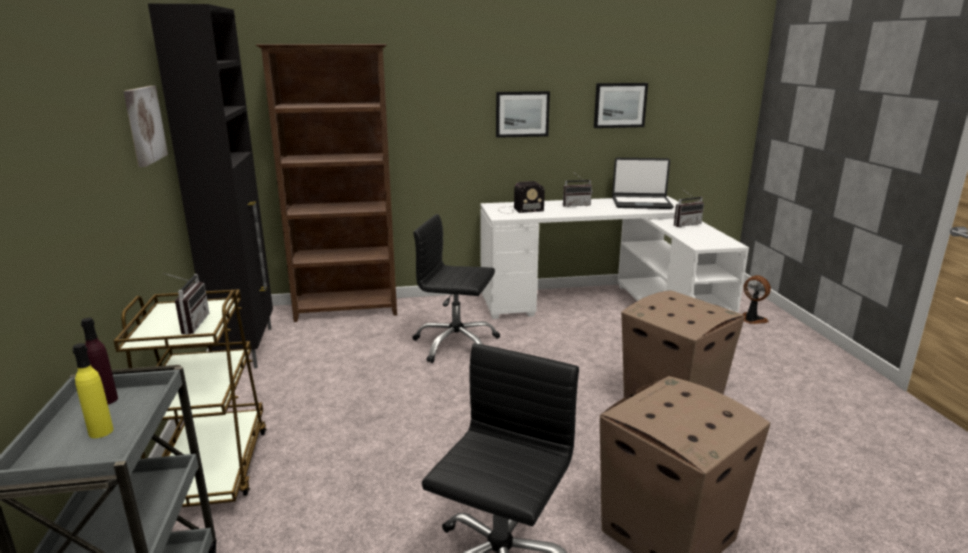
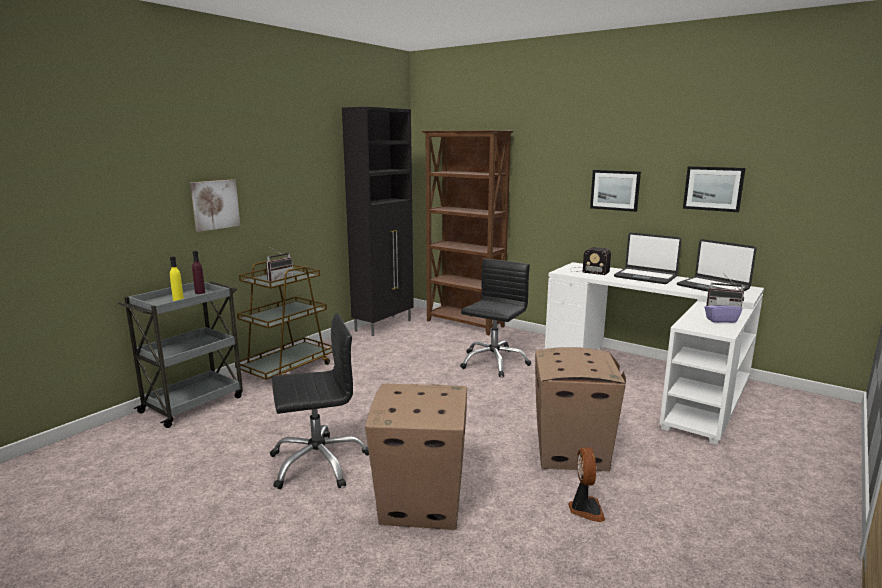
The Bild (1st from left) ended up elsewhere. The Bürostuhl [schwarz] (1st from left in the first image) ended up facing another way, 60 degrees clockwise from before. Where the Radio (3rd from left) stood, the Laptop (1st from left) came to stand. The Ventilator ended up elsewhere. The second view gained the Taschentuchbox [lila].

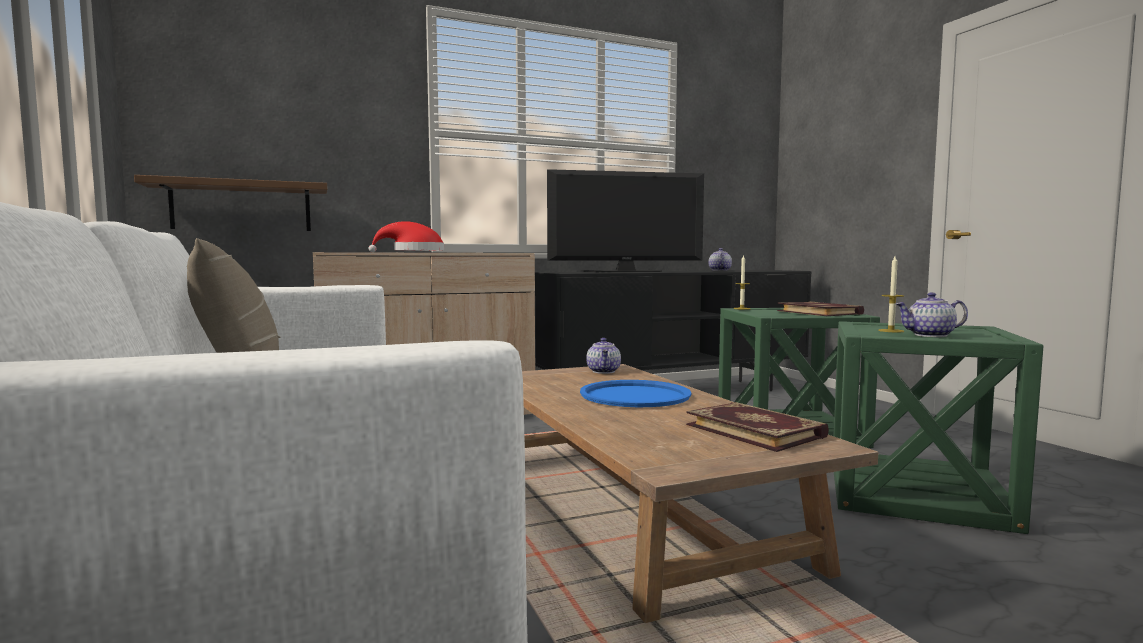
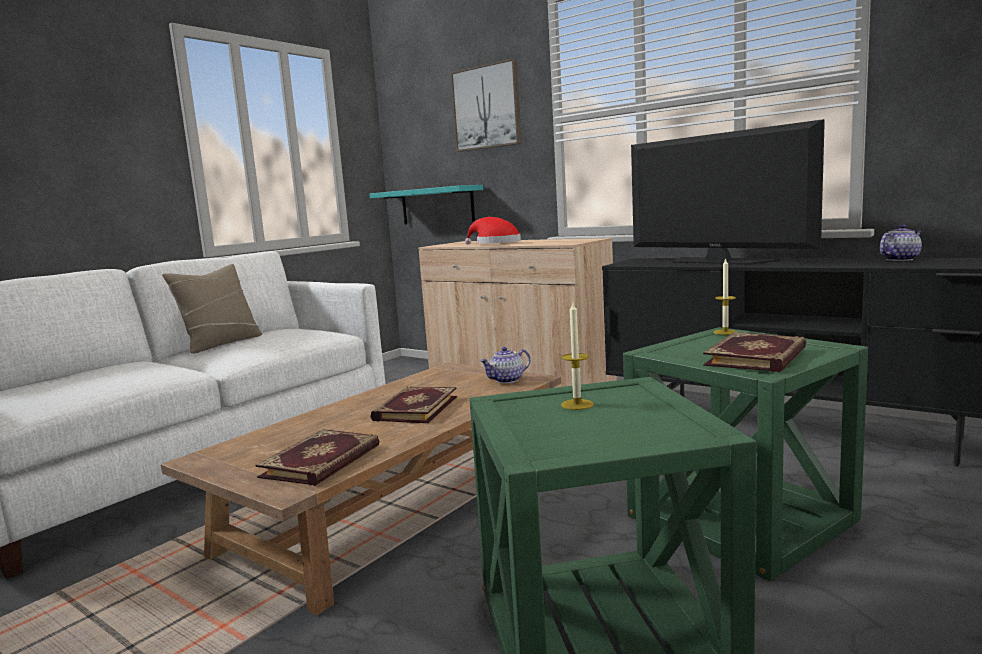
What was the Wandregal [braun] turned into the Wandregal [türkis]. Where the Tablett [blau] stood, the Buch (2nd from left) came to stand. The second view lost the Teekanne (3rd from left). The second view gained the Bild.

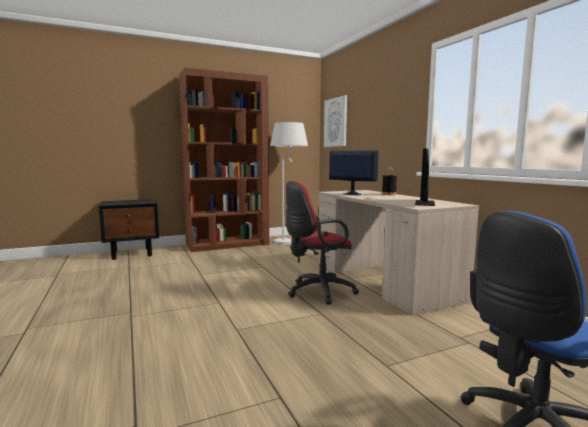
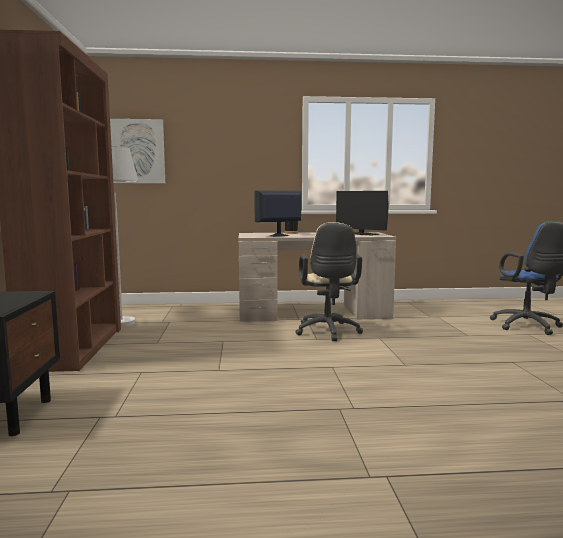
What was the Bürostuhl [rot] turned into the Bürostuhl [beige].

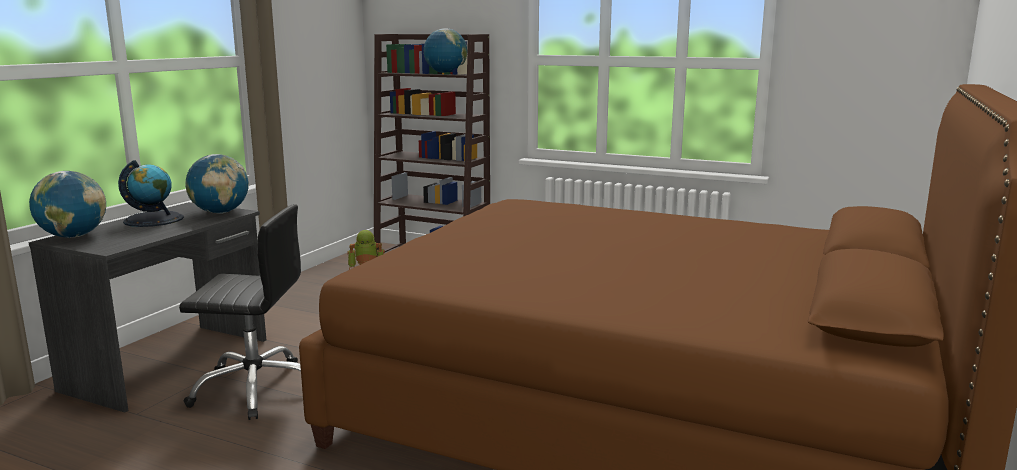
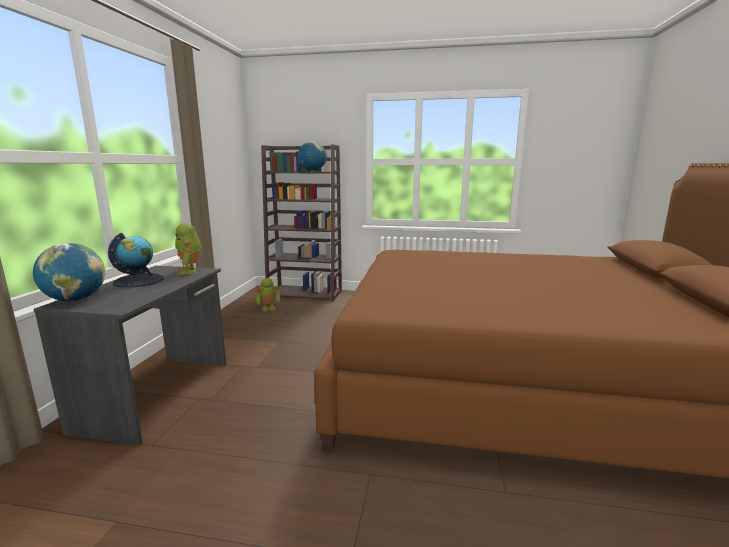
The second view lost the Bürostuhl [schwarz]. Where the Globus (3rd from left) stood, the Spielzeugroboter (1st from left) came to stand.

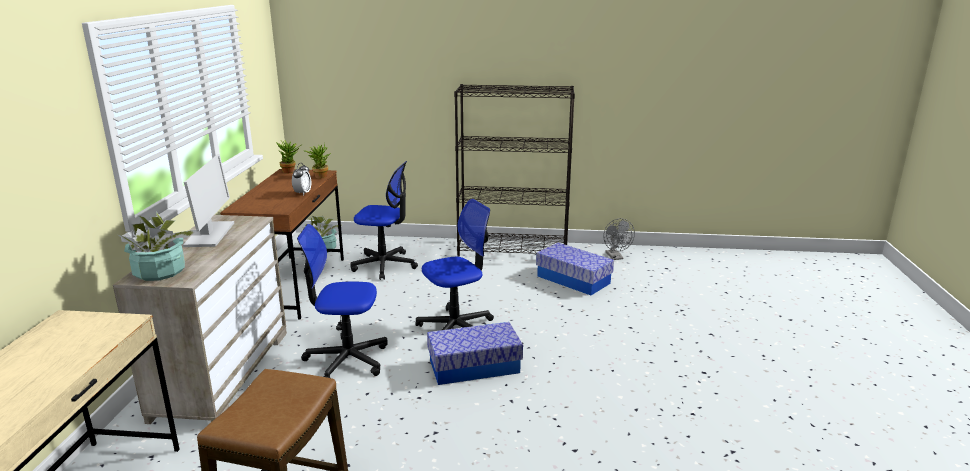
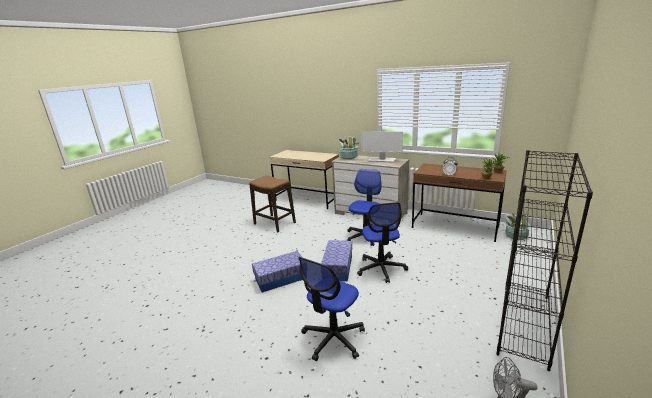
The Bürostuhl (2nd from left in the first image) ended up elsewhere. The Aufbewahrungsbox (2nd from left in the first image) ended up elsewhere.

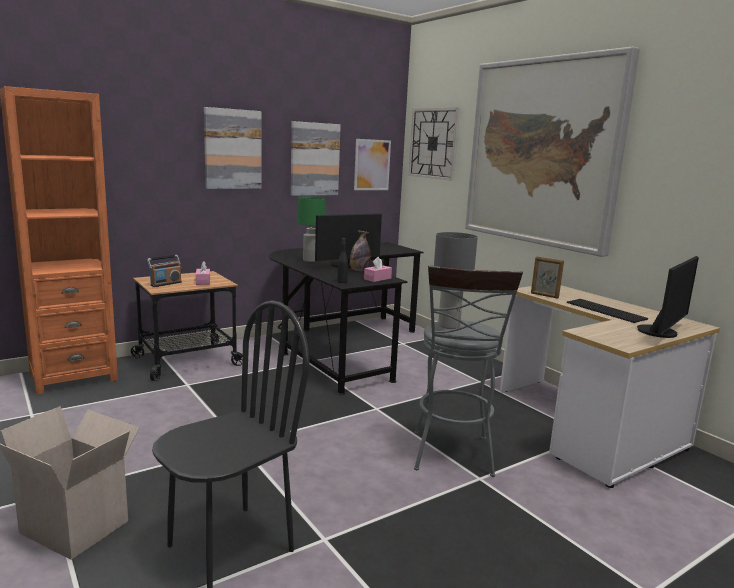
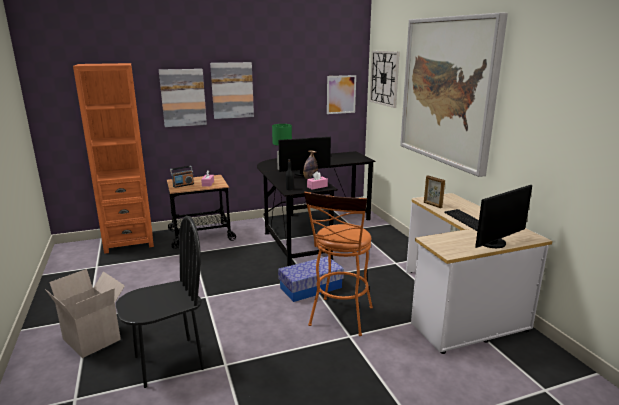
The Bild (2nd from left in the first image) ended up elsewhere. What was the Hocker [grau] turned into the Hocker [orange]. The second view lost the Tischlampe [grau]. The second view gained the Aufbewahrungsbox.

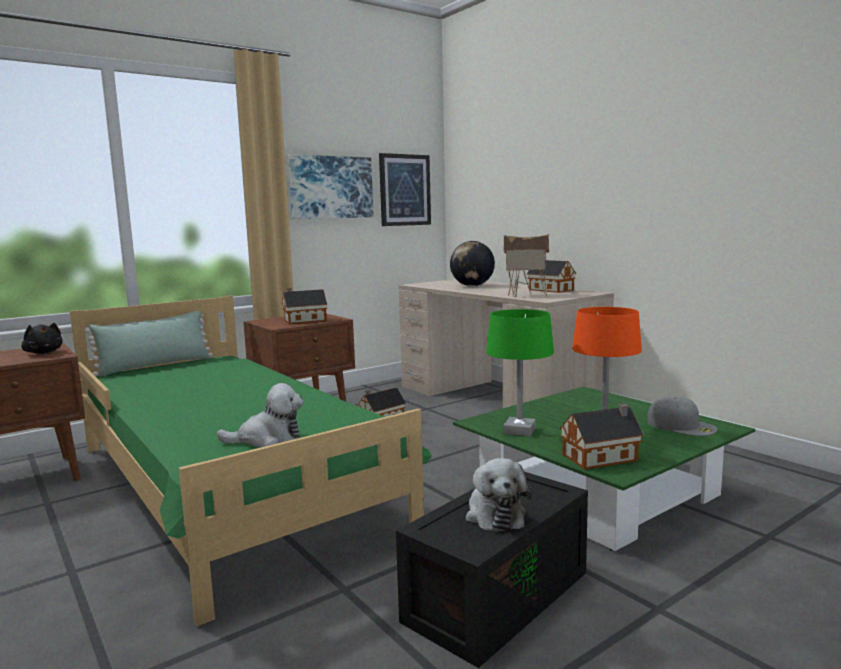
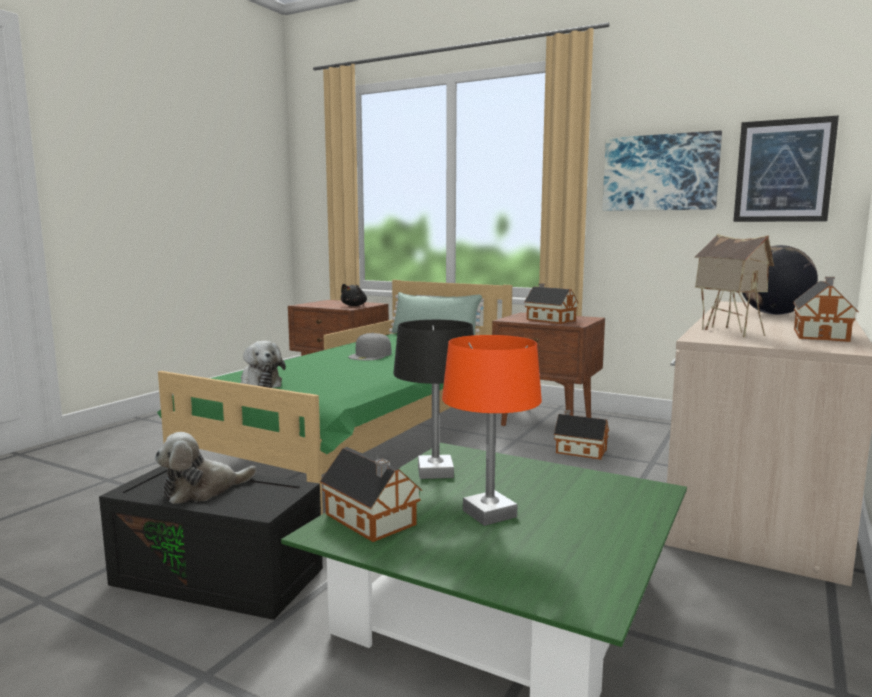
What was the Tischlampe [grün] turned into the Tischlampe [schwarz]. The Kappe [grau] ended up elsewhere.

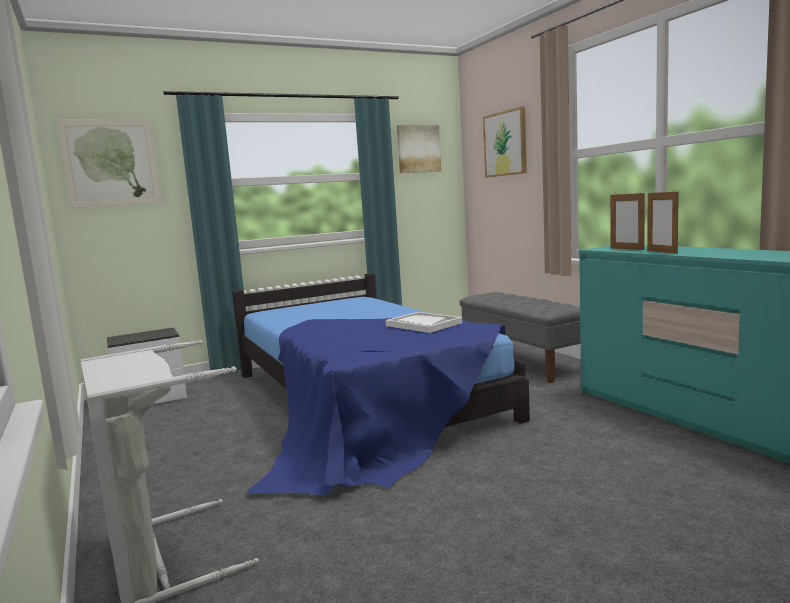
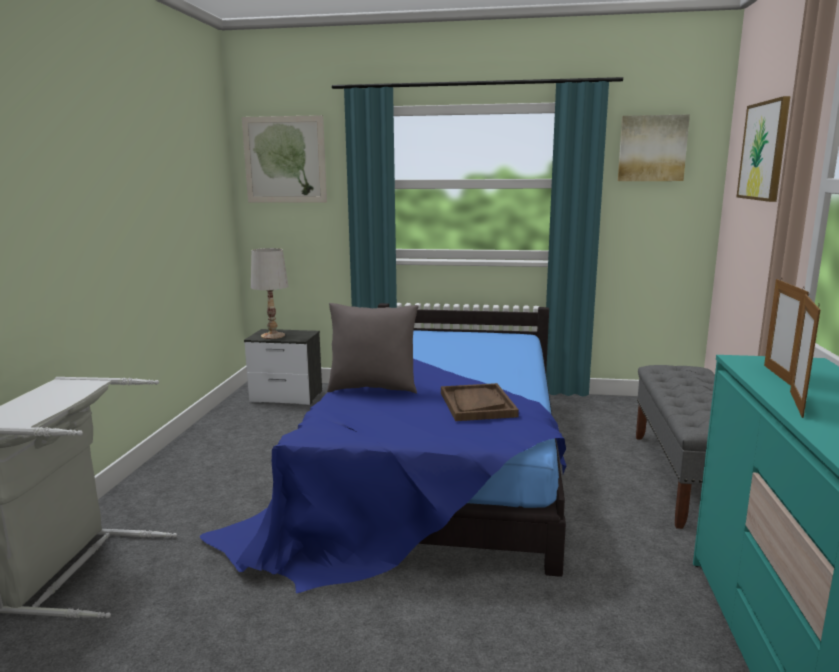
What was the Tablett [weiß] turned into the Tablett [braun]. The second view gained the Tischlampe [weiß]. The second view gained the Kissen [grau].

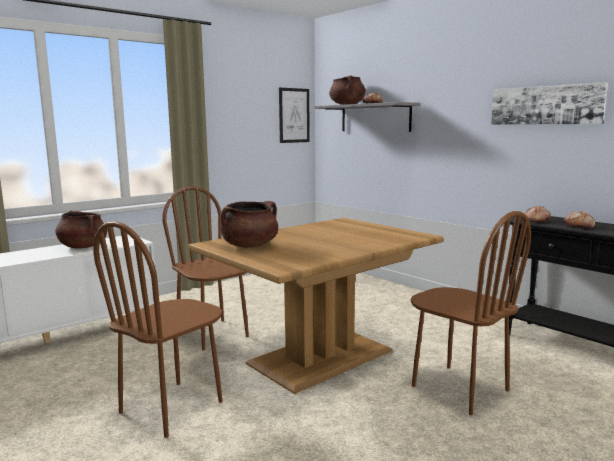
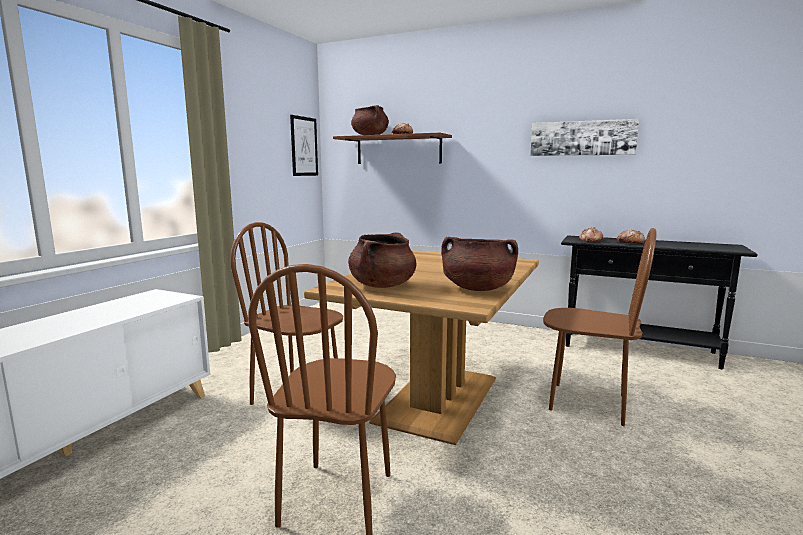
The Kochtopf [braun] (1st from left in the first image) ended up elsewhere. What was the Wandregal [grau] turned into the Wandregal [braun].

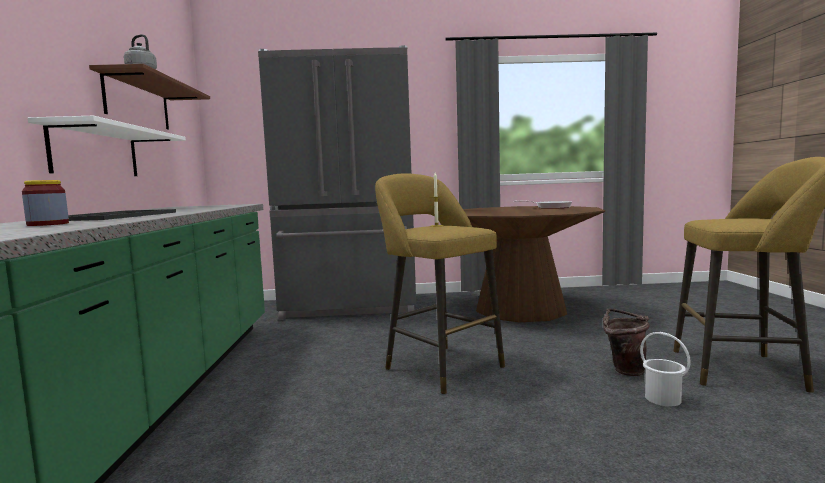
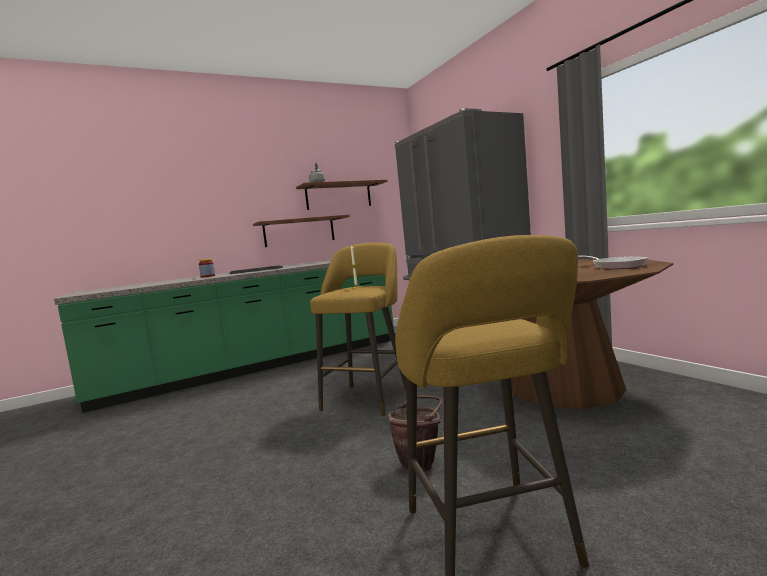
What was the Wandregal [weiß] turned into the Wandregal [braun] (1st from left). The second view lost the Eimer [weiß].

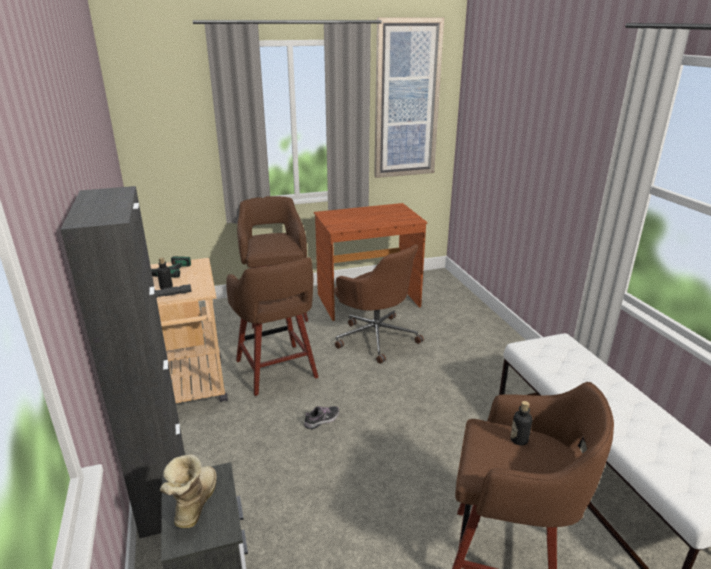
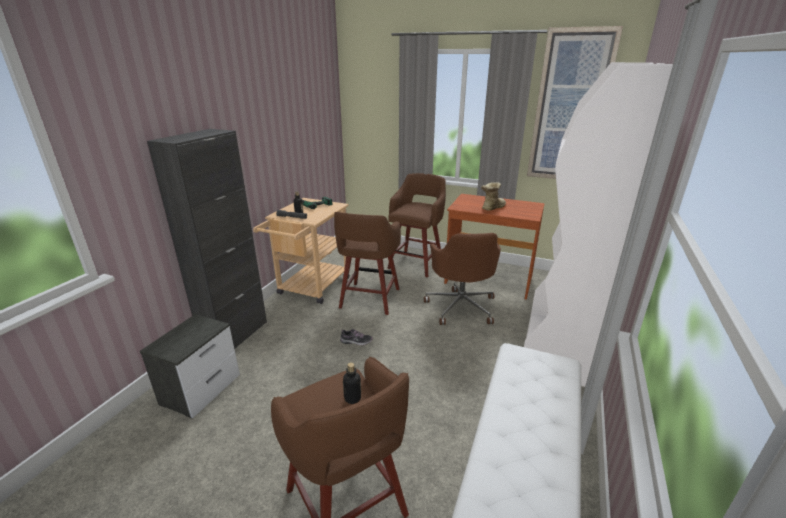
The Stiefel ended up elsewhere. The second view gained the Bücherregal [weiß].

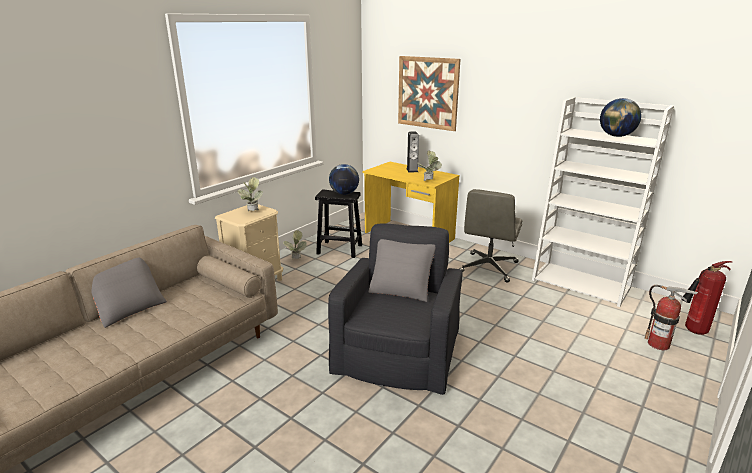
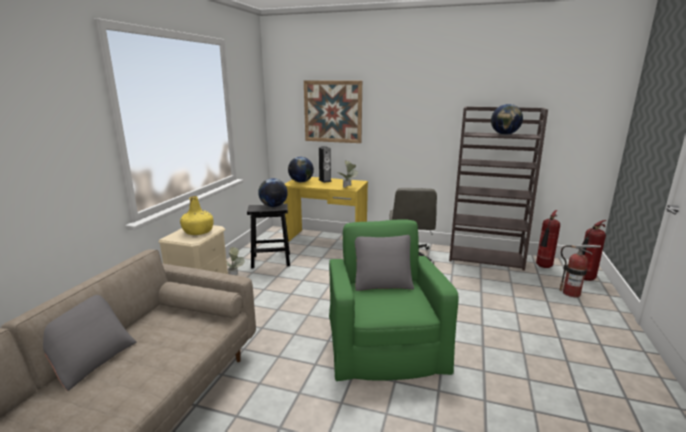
Where the Topfpflanze (1st from left) stood, the Flasche [gelb] came to stand. What was the Sessel [schwarz] turned into the Sessel [grün]. What was the Bücherregal [weiß] turned into the Bücherregal [braun]. The second view gained the Globus (2nd from left). The second view gained the Feuerlöscher (1st from left).

